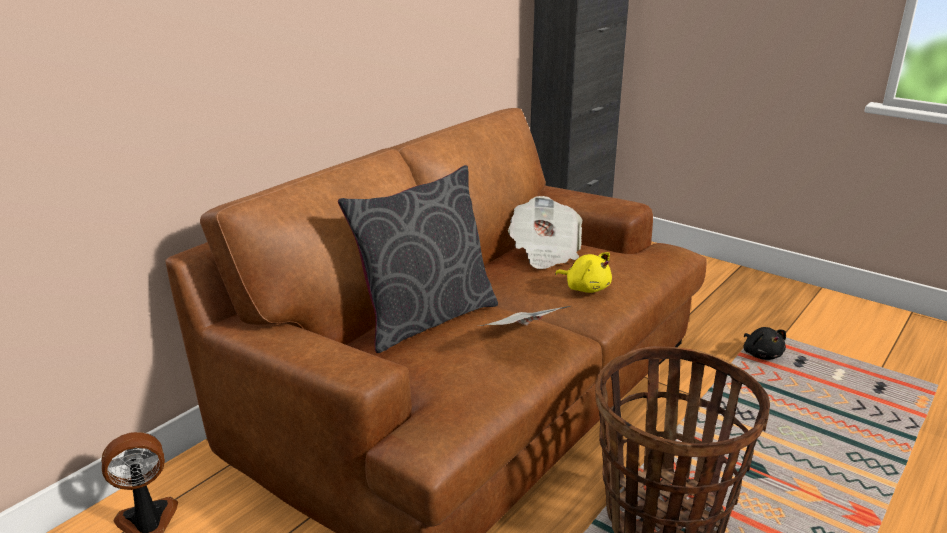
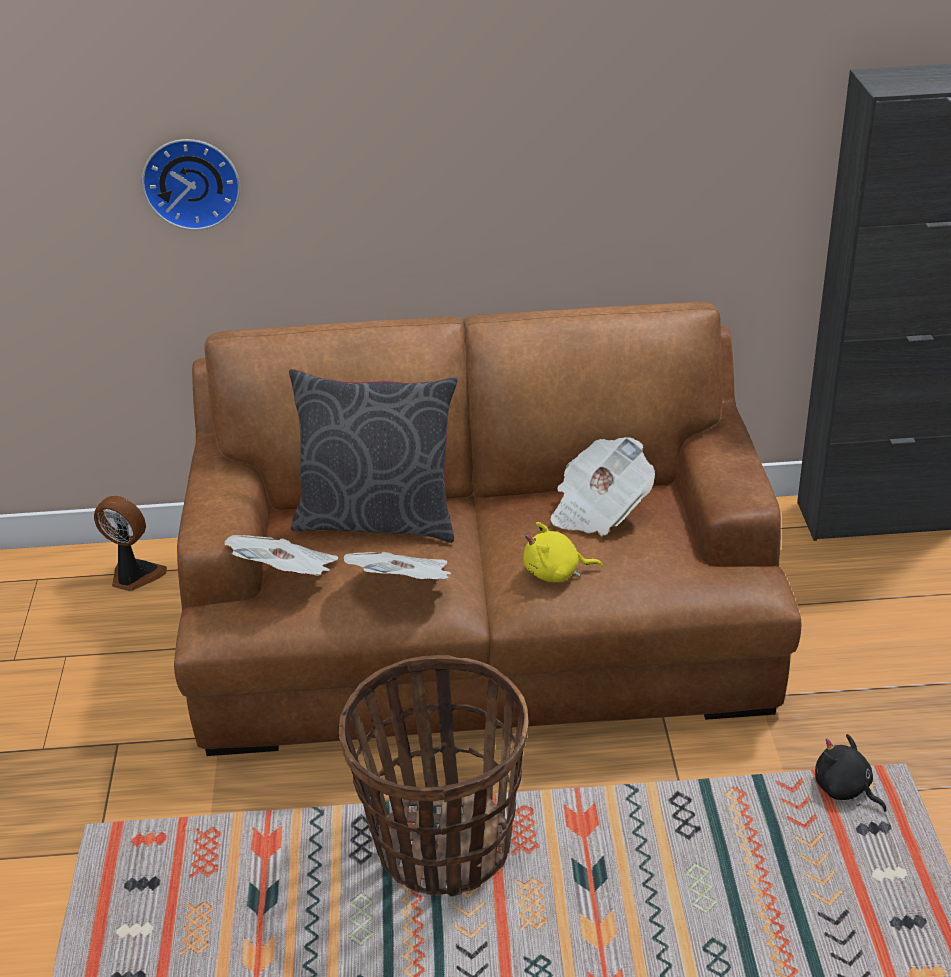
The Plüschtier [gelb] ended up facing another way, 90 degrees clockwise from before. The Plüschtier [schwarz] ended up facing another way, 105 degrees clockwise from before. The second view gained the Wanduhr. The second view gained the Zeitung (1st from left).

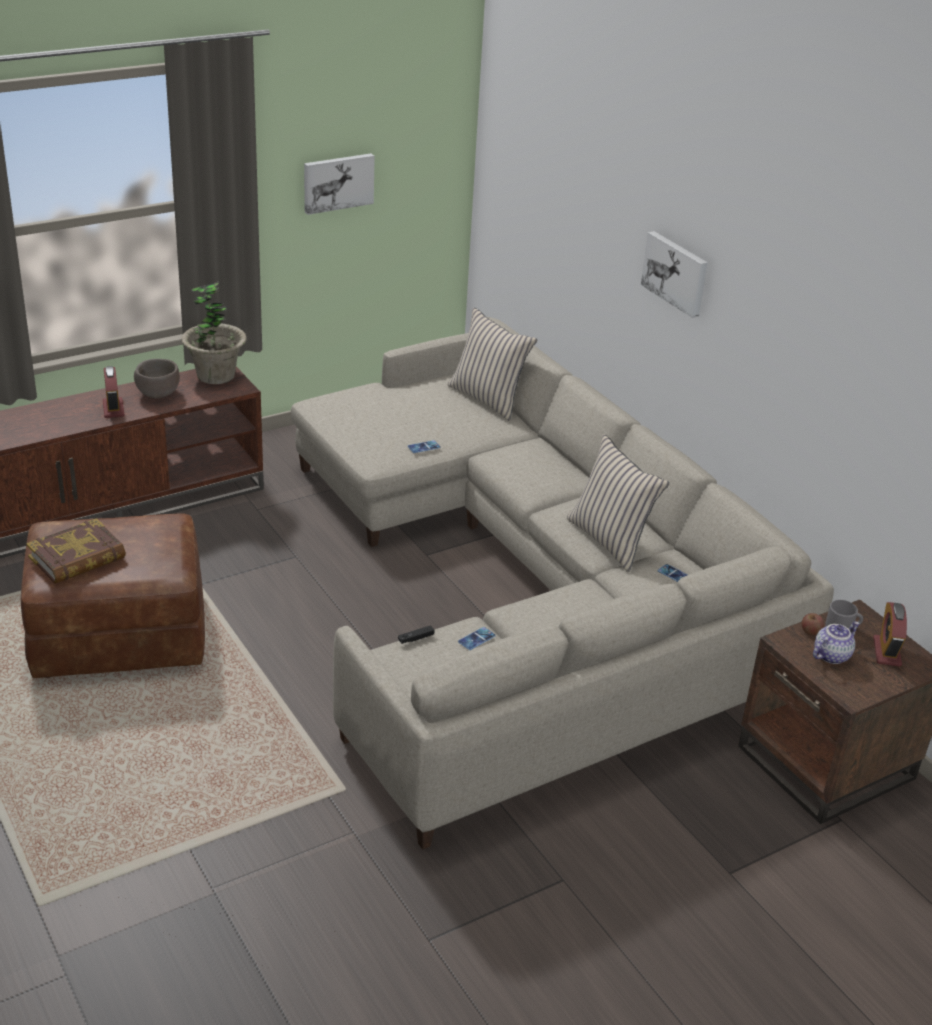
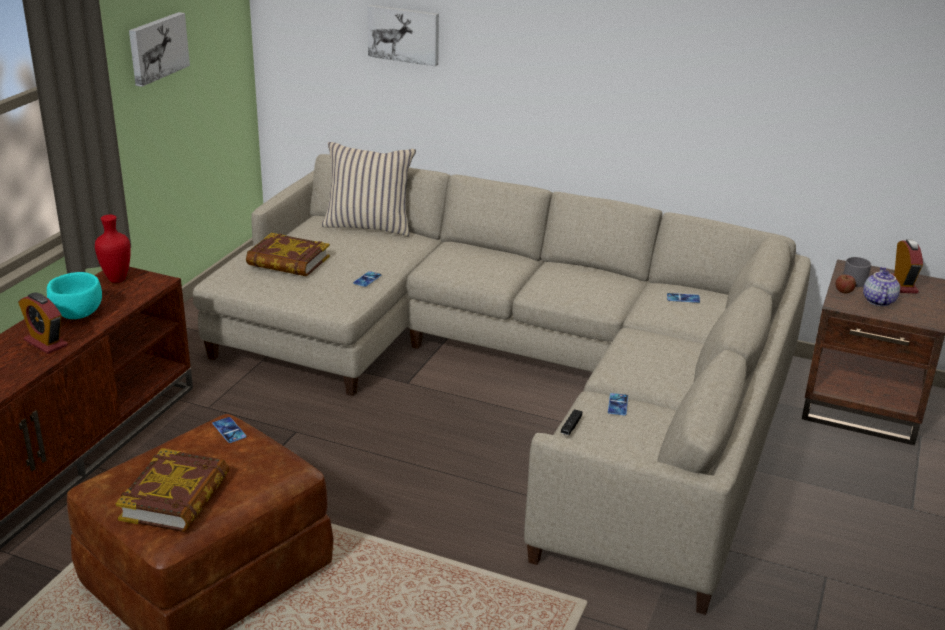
What was the Schüssel [braun] turned into the Schüssel [türkis]. Where the Topfpflanze stood, the Vase [rot] came to stand. The second view lost the Kissen [beige] (2nd from left). The Bild (2nd from left) ended up elsewhere. The Wecker (2nd from left) ended up facing another way, 150 degrees counterclockwise from before. The second view gained the Handy (1st from left). The second view gained the Buch (2nd from left).

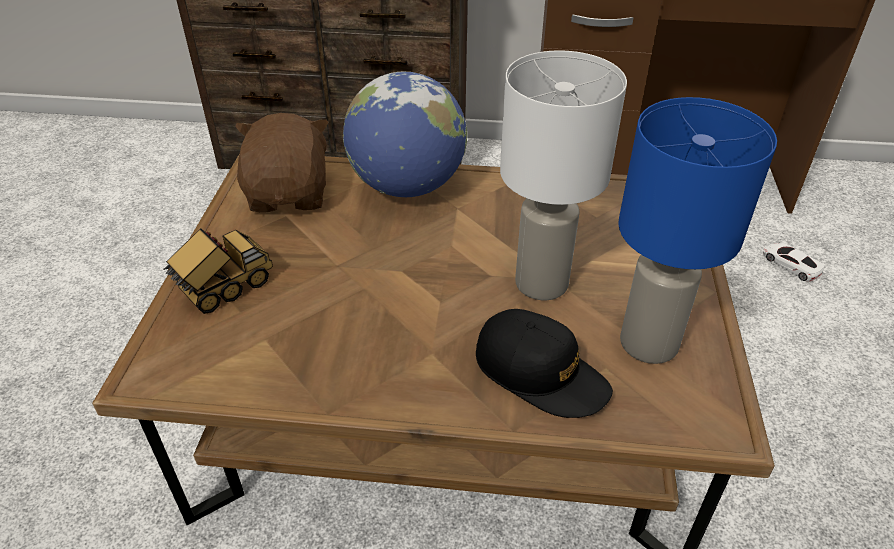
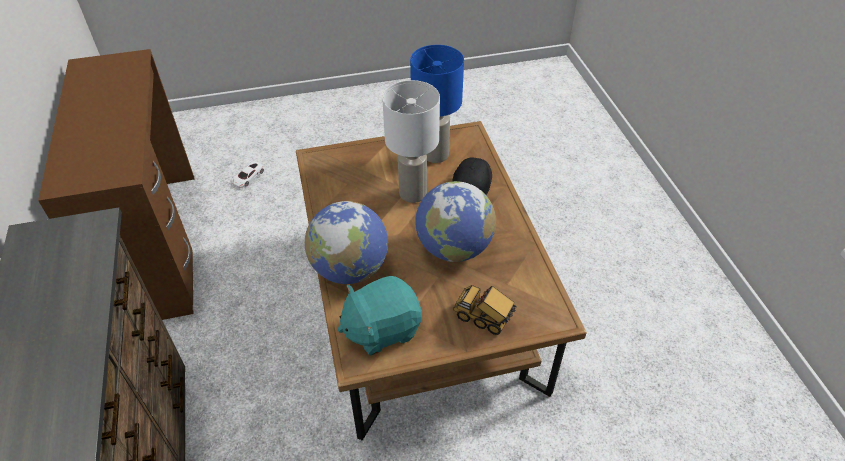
What was the Plüschtier [braun] turned into the Plüschtier [türkis]. The second view gained the Globus (2nd from left).

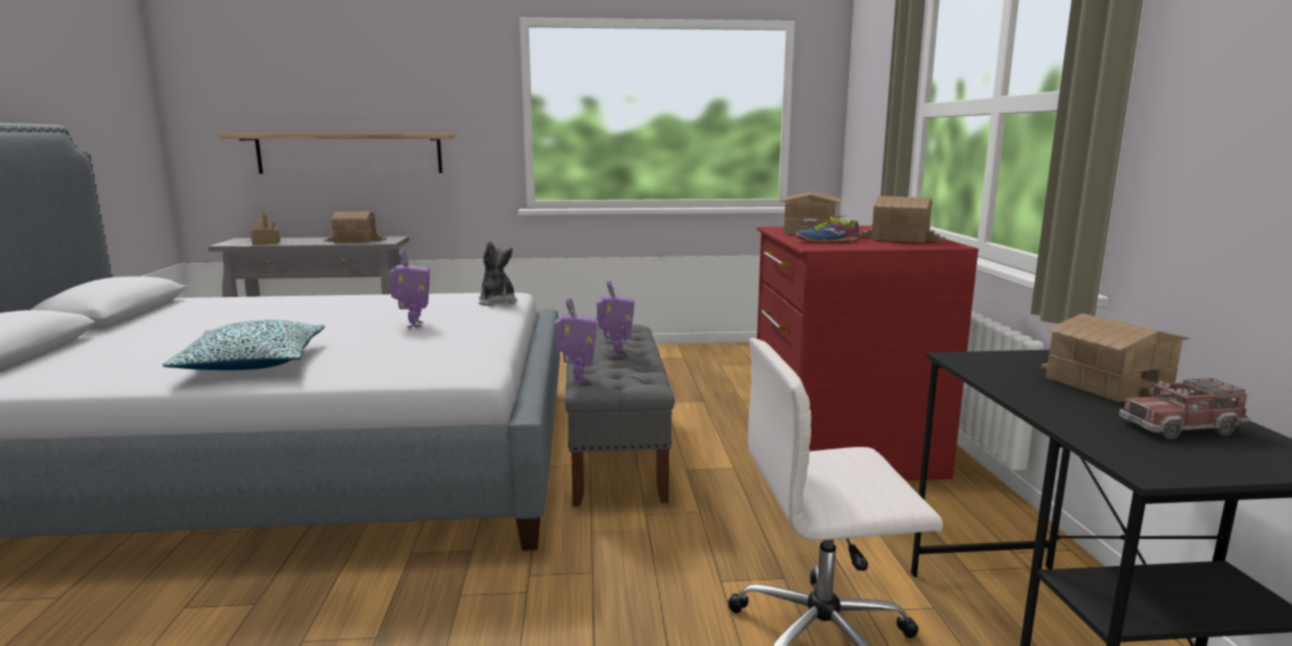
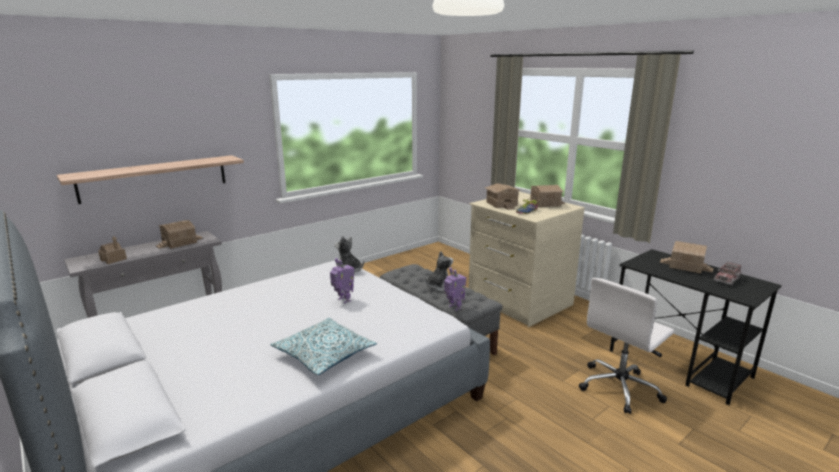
Where the Spielzeugroboter (3rd from left) stood, the Plüschtier (2nd from left) came to stand. What was the Kommode [rot] turned into the Kommode [beige].

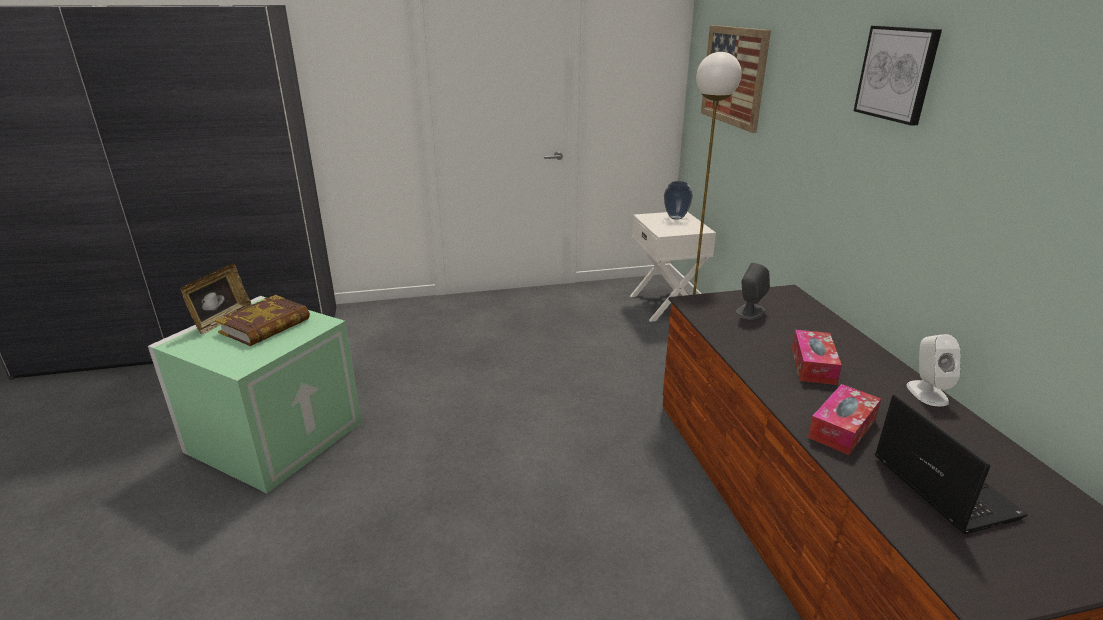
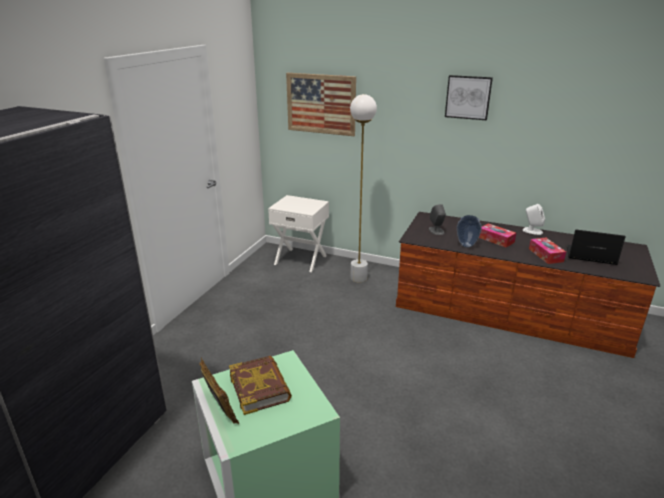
The Vase ended up elsewhere.

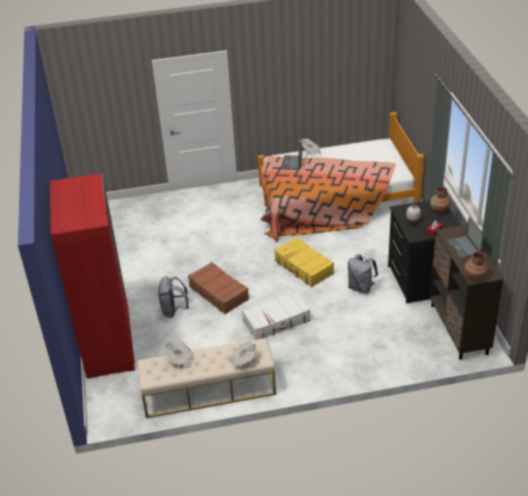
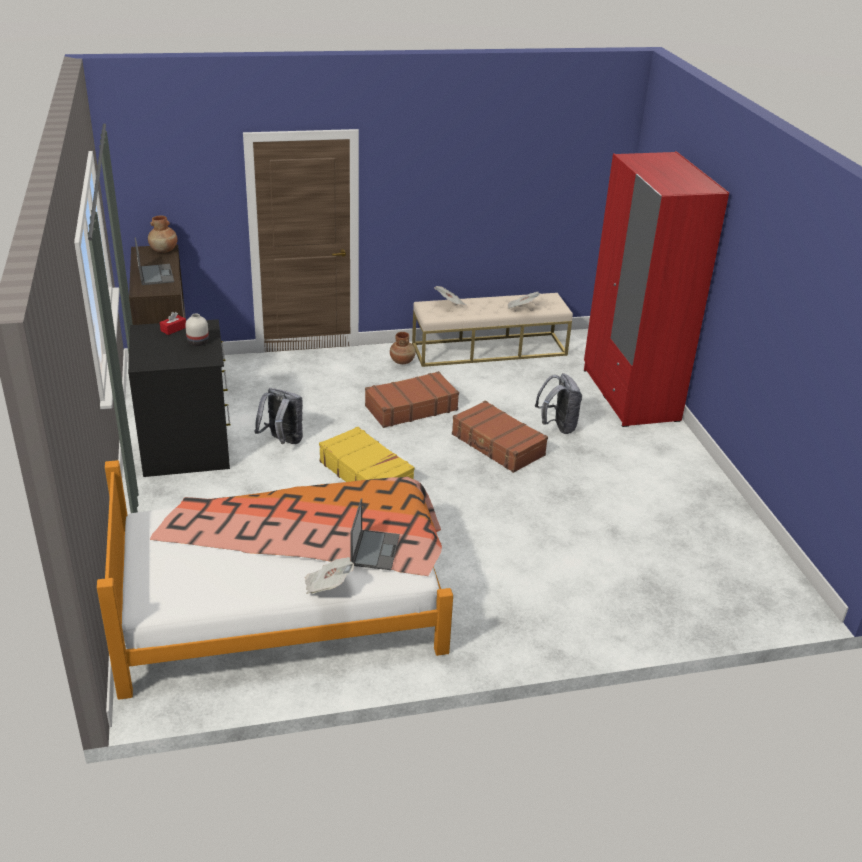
What was the Koffer [weiß] turned into the Koffer [braun] (1st from left). The Vase [braun] (1st from left in the first image) ended up elsewhere.

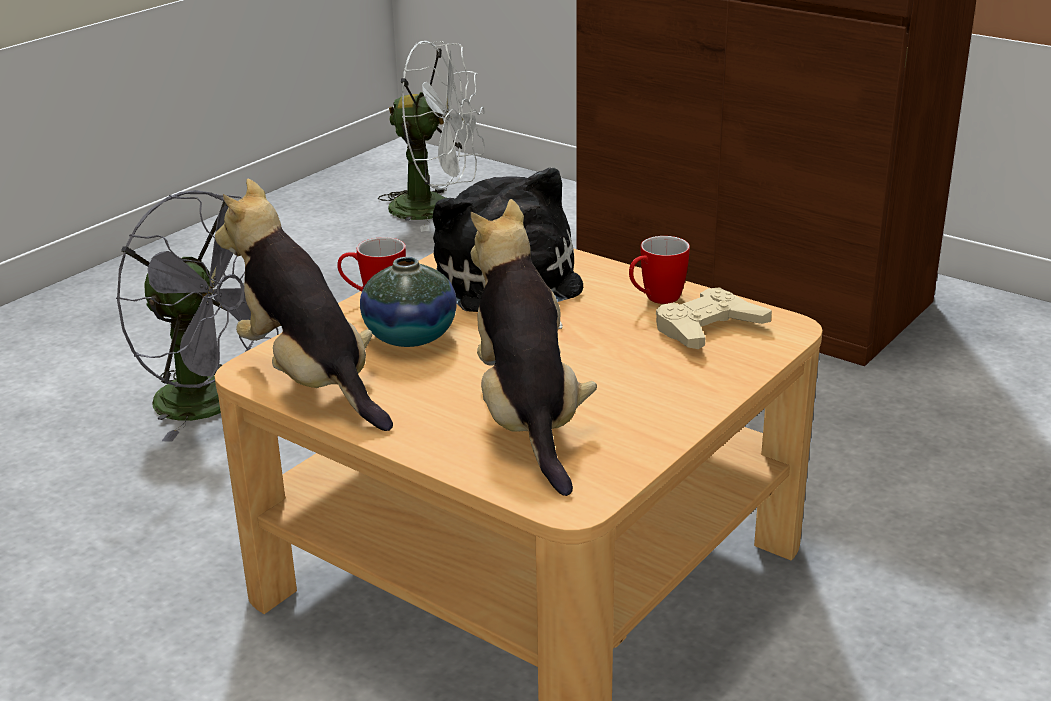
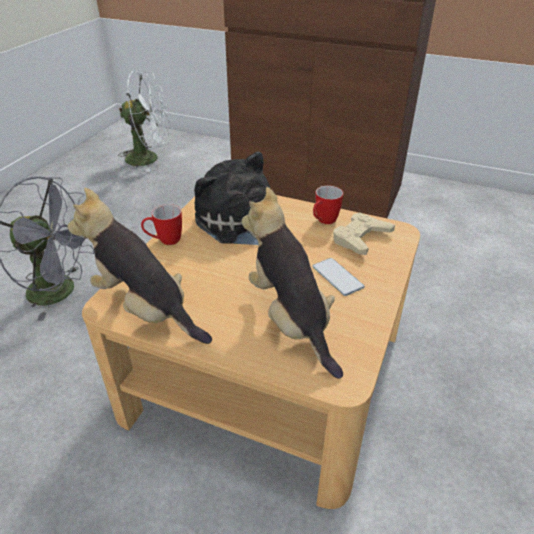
The second view lost the Vase. The second view gained the Handy.

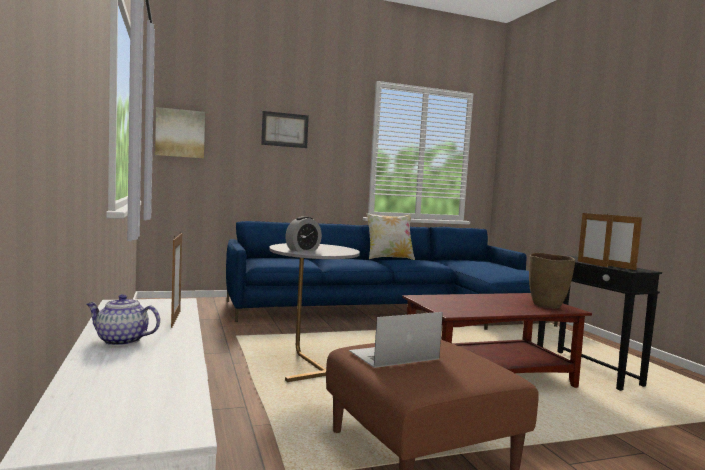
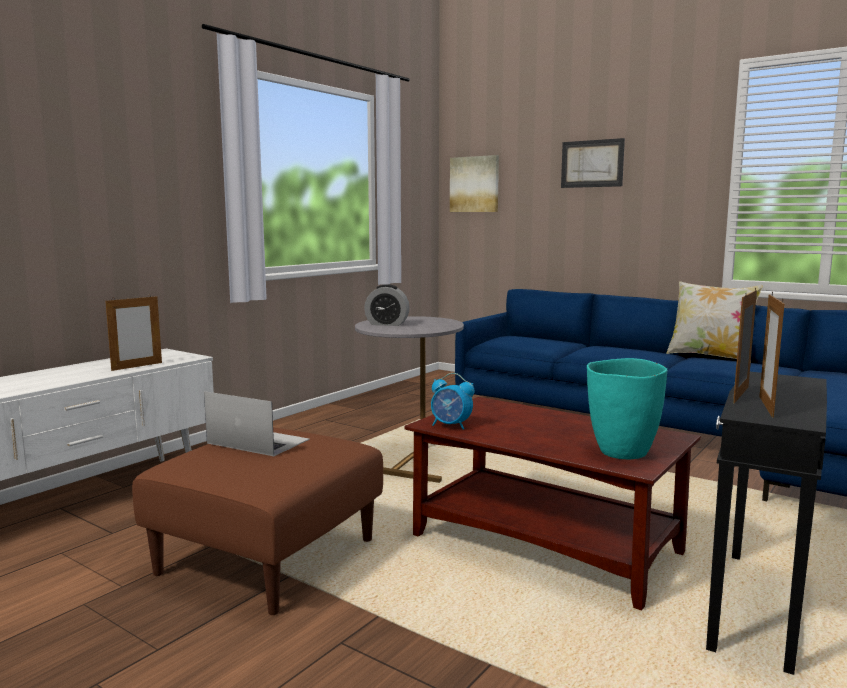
The second view lost the Teekanne. What was the Vase [braun] turned into the Vase [türkis]. The second view gained the Wecker (2nd from left).

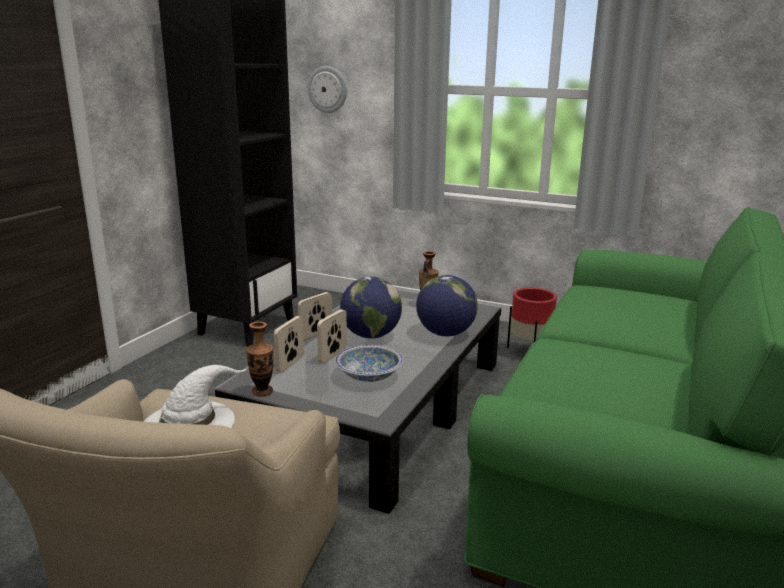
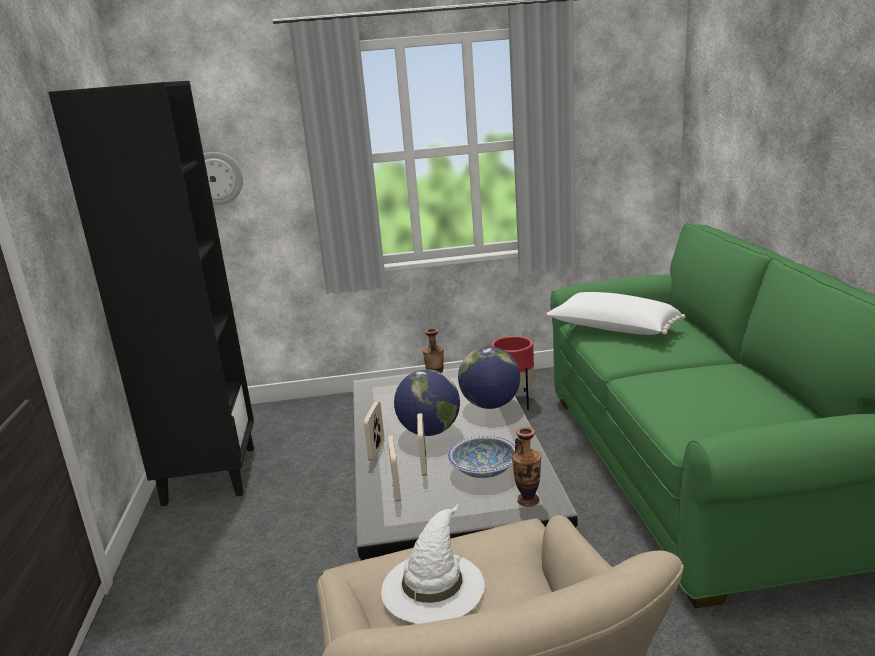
The Vase (1st from left in the first image) ended up elsewhere. The second view gained the Kissen [weiß].

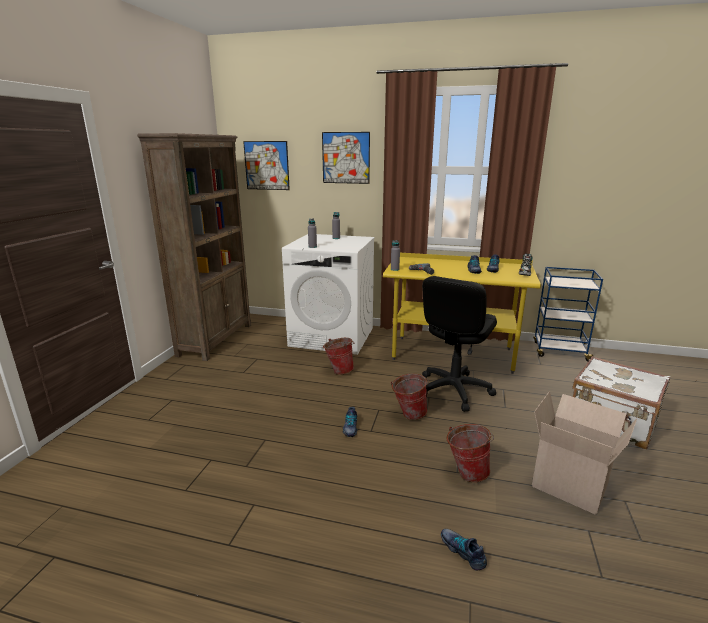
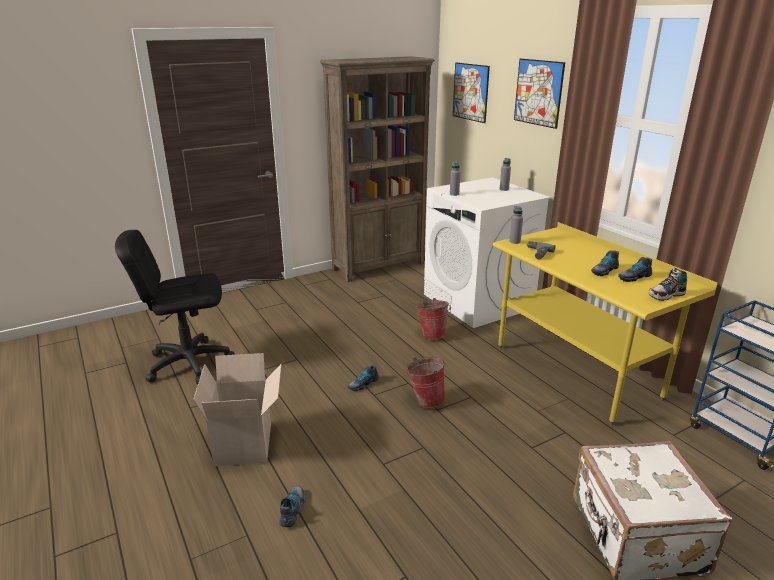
The Bürostuhl [schwarz] ended up elsewhere. The second view lost the Eimer (3rd from left). The Karton ended up elsewhere.

